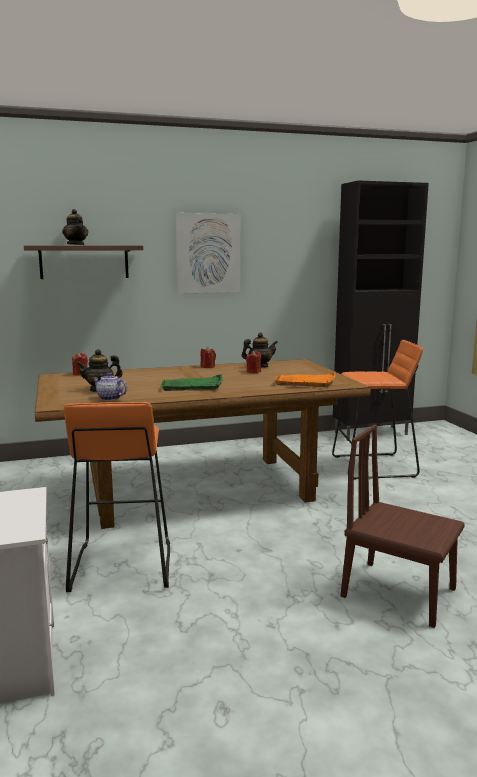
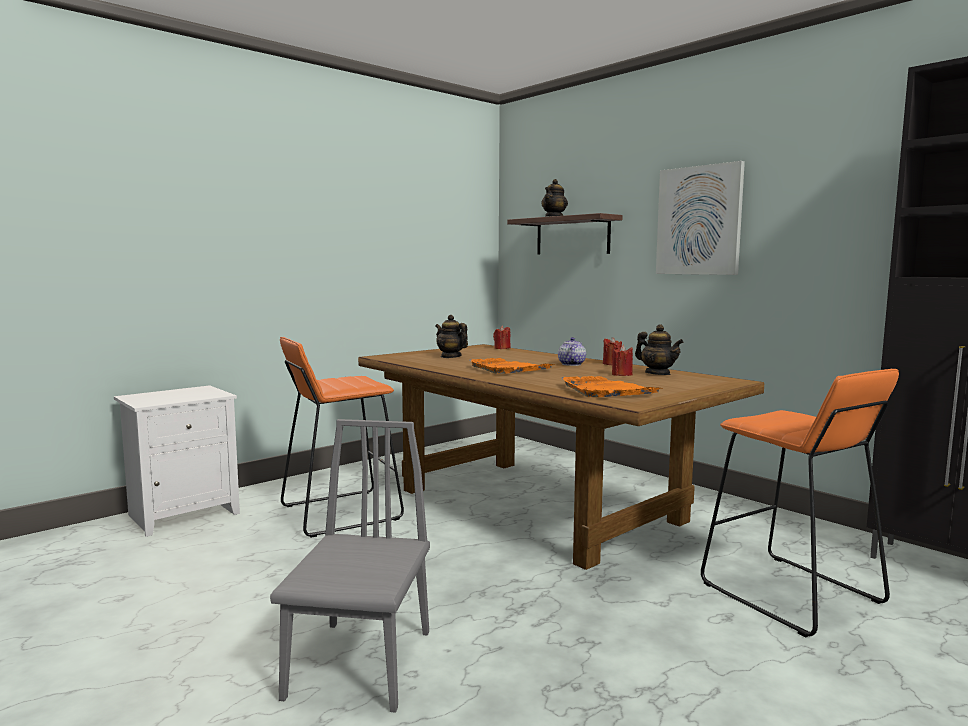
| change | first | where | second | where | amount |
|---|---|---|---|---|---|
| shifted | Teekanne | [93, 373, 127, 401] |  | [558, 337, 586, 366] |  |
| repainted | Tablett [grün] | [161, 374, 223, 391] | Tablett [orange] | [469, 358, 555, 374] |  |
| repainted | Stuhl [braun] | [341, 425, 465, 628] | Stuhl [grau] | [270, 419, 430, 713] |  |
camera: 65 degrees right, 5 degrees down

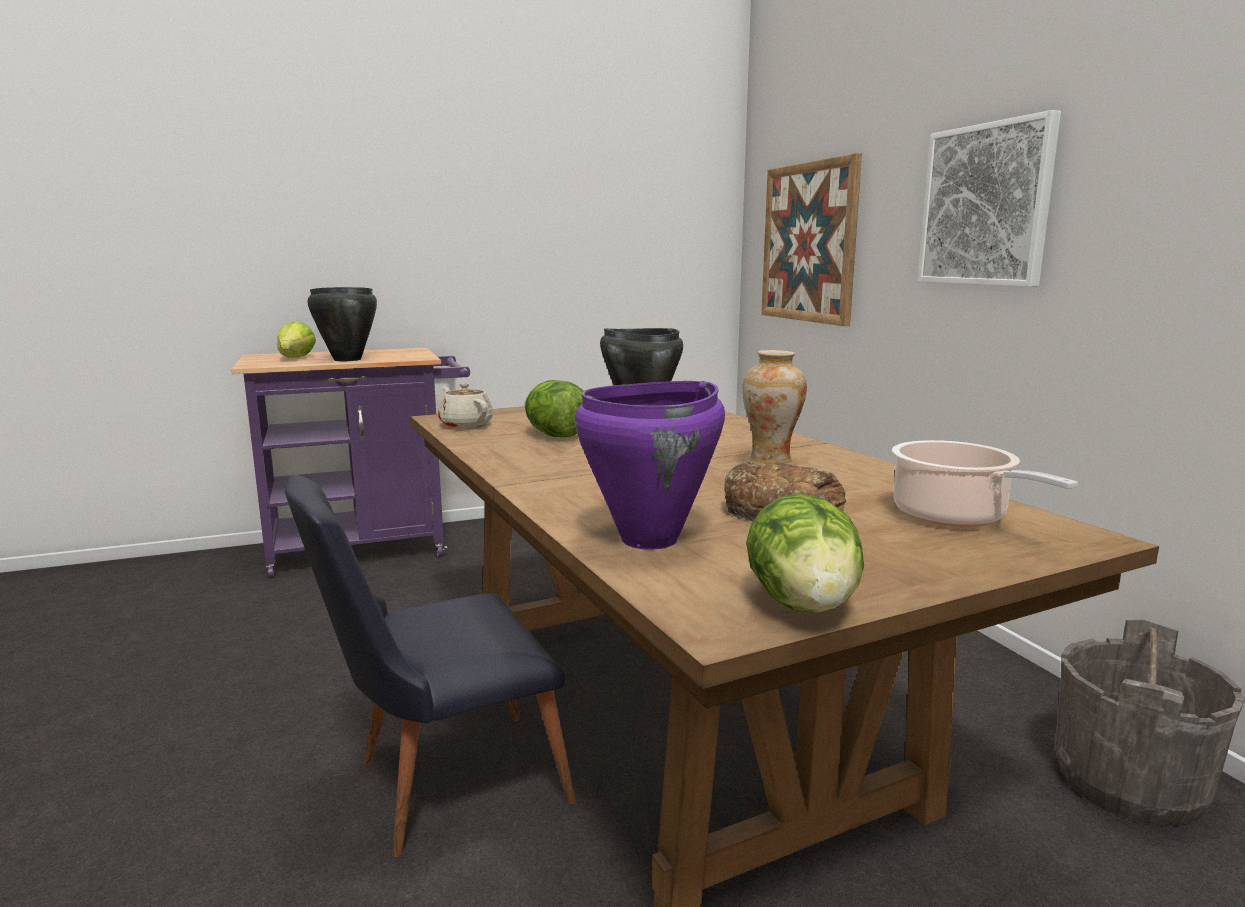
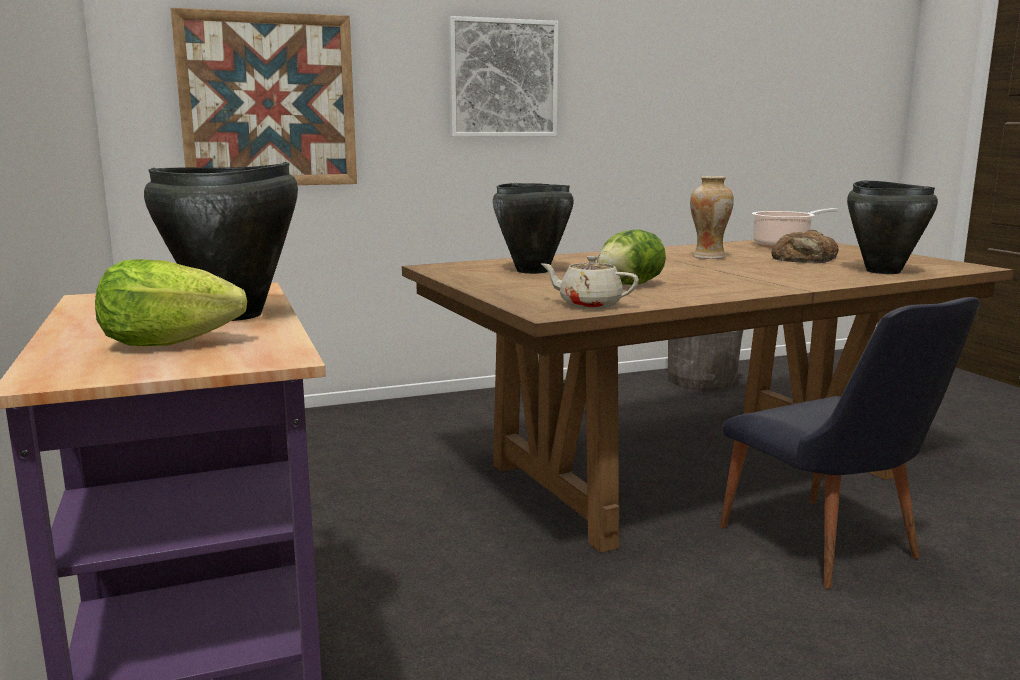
| change | first | where | second | where | amount |
|---|---|---|---|---|---|
| repainted | Kochtopf [lila] | [575, 381, 725, 550] | Kochtopf [schwarz] | [847, 180, 938, 274] |  |
| rotated | Teekanne [beige] | [438, 383, 493, 429] |  | [541, 256, 639, 309] | 60 degrees clockwise |
| gone | Salatkopf | [746, 493, 864, 613] |  |  |  |
camera: 90 degrees left, 0 degrees up

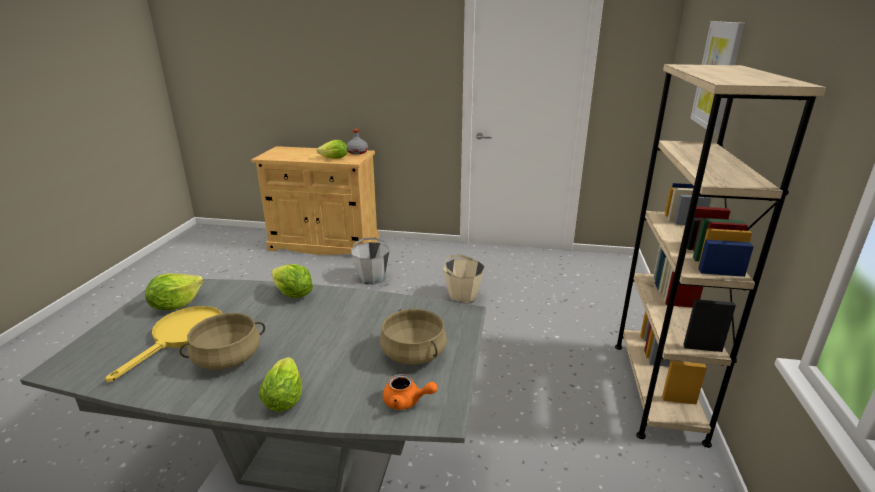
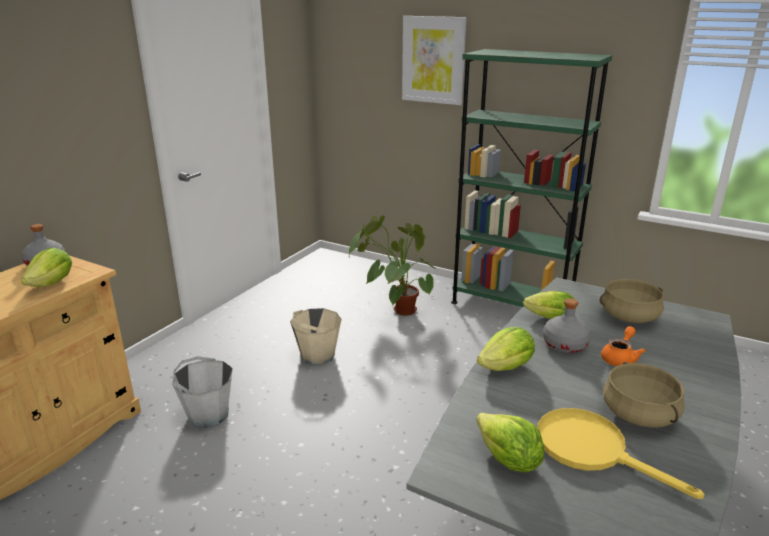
| change | first | where | second | where | amount |
|---|---|---|---|---|---|
| repainted | Bücherregal [beige] | [615, 64, 826, 448] | Bücherregal [grün] | [451, 49, 612, 307] |  |
| shifted | Salatkopf | [259, 357, 302, 412] |  | [523, 291, 574, 319] |  |
| shifted | Teekanne [orange] | [383, 374, 438, 410] |  | [601, 326, 646, 366] |  |
| new |  |  | Topfpflanze | [349, 215, 437, 316] |  |
| new |  |  | Flasche [grau] | [543, 298, 591, 353] |  |
camera: 70 degrees left, 0 degrees up

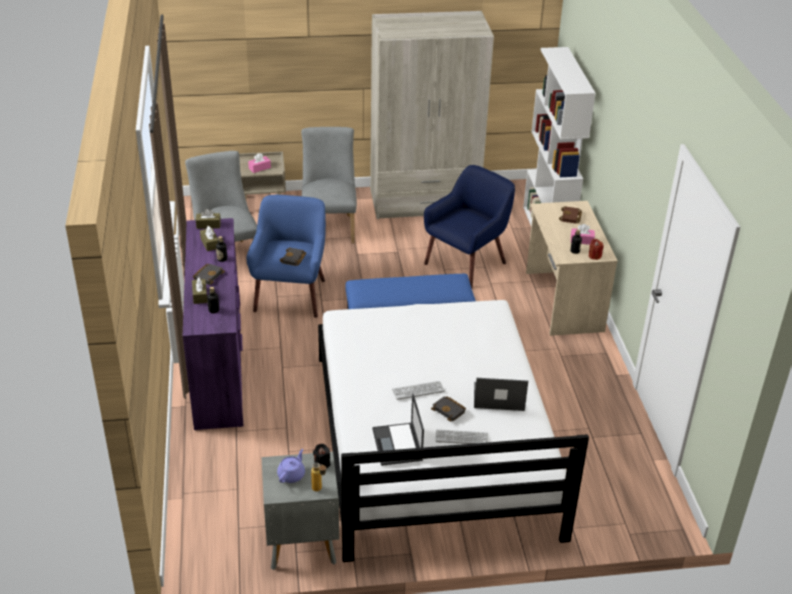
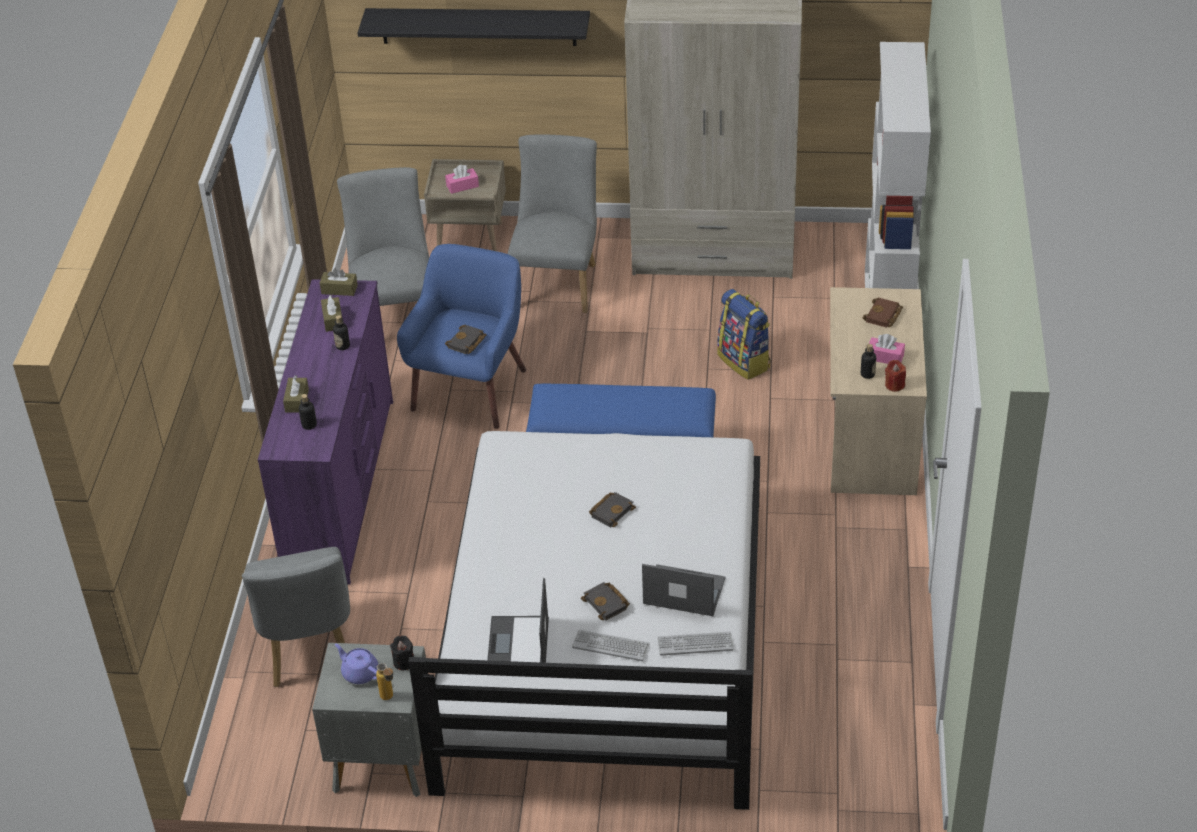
| change | first | where | second | where | amount |
|---|---|---|---|---|---|
| swapped | Sessel [blau] | [424, 165, 515, 288] | Rucksack | [717, 289, 771, 380] |  |
| shifted | Buch [schwarz] | [193, 264, 225, 285] |  | [589, 492, 636, 528] |  |
| shifted | Tastatur | [392, 381, 445, 400] |  | [658, 632, 734, 656] |  |
| rotated | Teekanne [lila] | [277, 449, 305, 483] |  | [335, 644, 378, 684] | 90 degrees counterclockwise |
| new |  |  | Wandregal [schwarz] | [358, 8, 590, 46] |  |
| new |  |  | Stuhl [grau] | [242, 547, 350, 687] |  |
camera: 15 degrees right, 5 degrees up

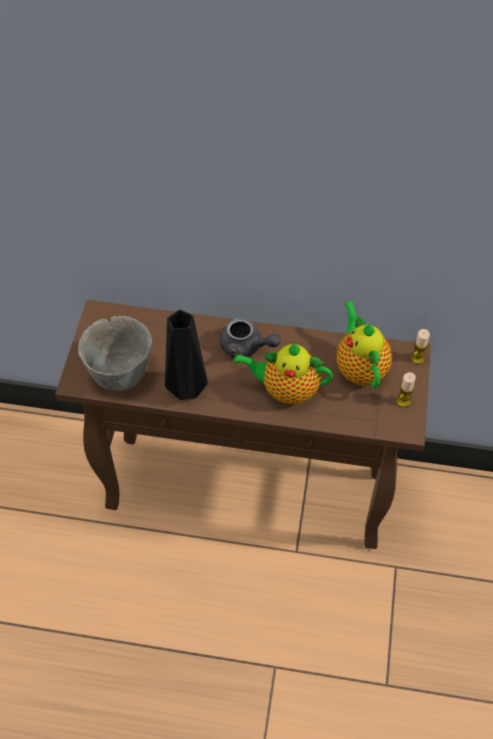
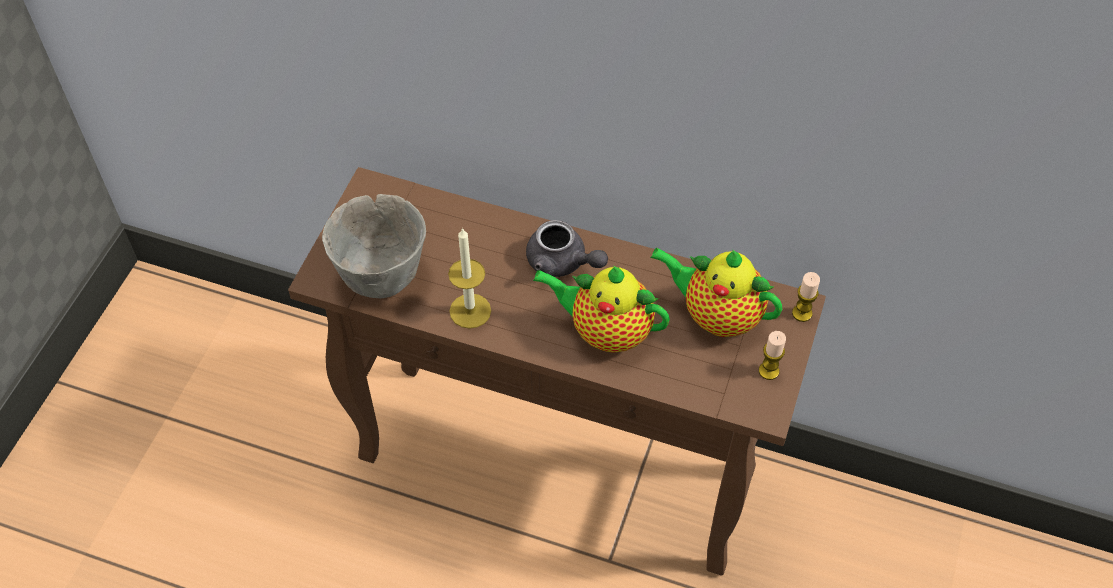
| change | first | where | second | where | amount |
|---|---|---|---|---|---|
| rotated | Teekanne | [336, 301, 392, 388] |  | [650, 247, 782, 337] | 60 degrees counterclockwise |
| swapped | Vase [schwarz] | [165, 310, 208, 400] | Kerze | [448, 227, 491, 329] |  |
camera: 10 degrees right, 0 degrees up

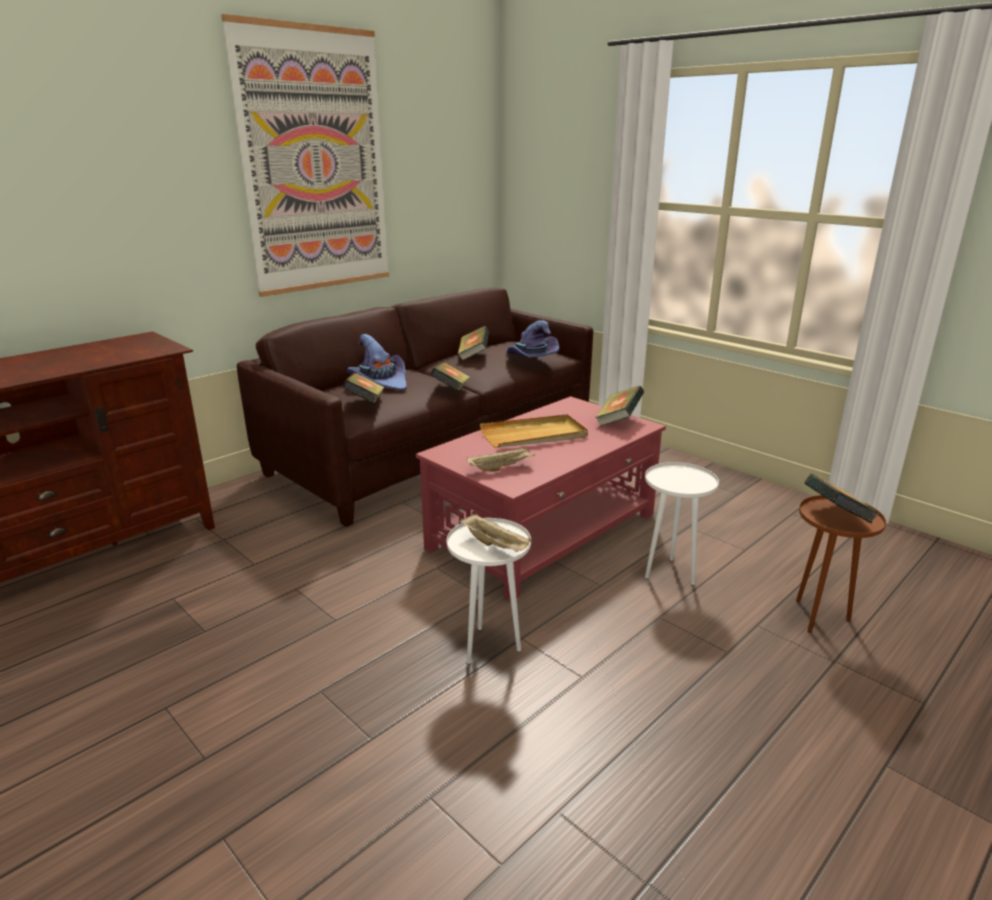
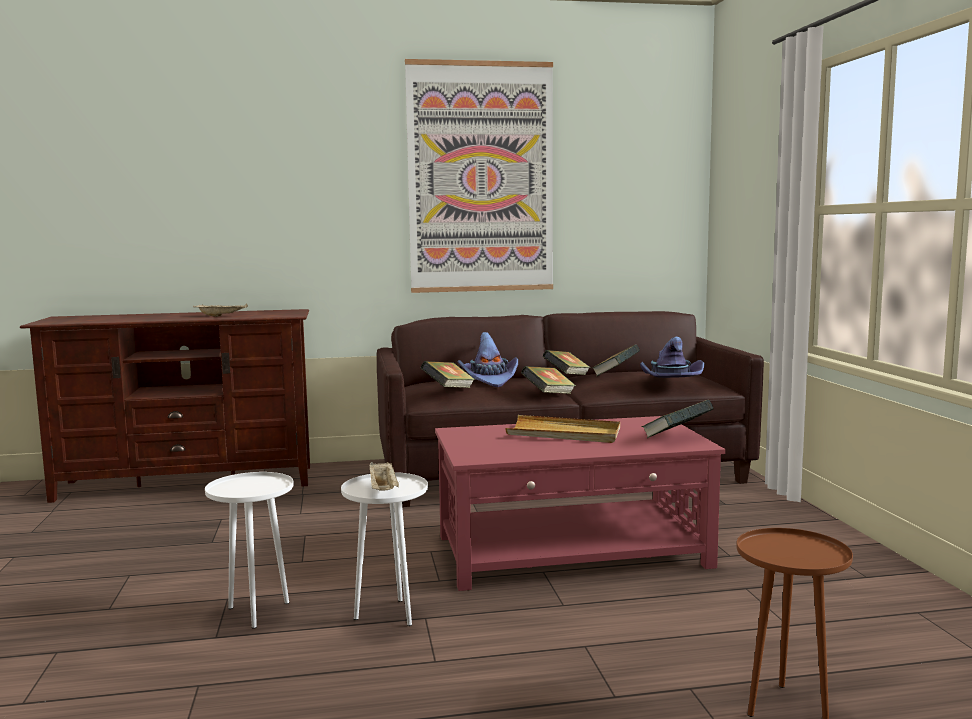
| change | first | where | second | where | amount |
|---|---|---|---|---|---|
| shifted | Tablett [beige] | [466, 446, 535, 471] |  | [193, 303, 248, 317] |  |
| shifted | Beistelltisch [weiß] | [645, 462, 719, 586] |  | [205, 472, 294, 629] |  |
| shifted | Buch | [804, 474, 880, 523] |  | [543, 350, 591, 375] |  |
camera: 35 degrees right, 15 degrees down

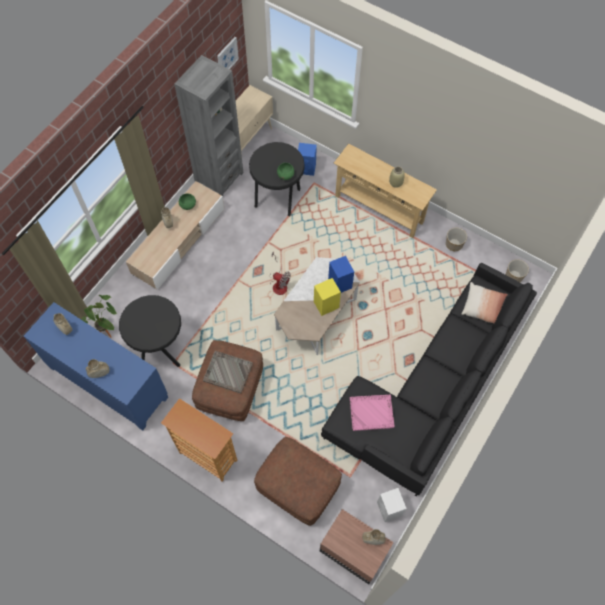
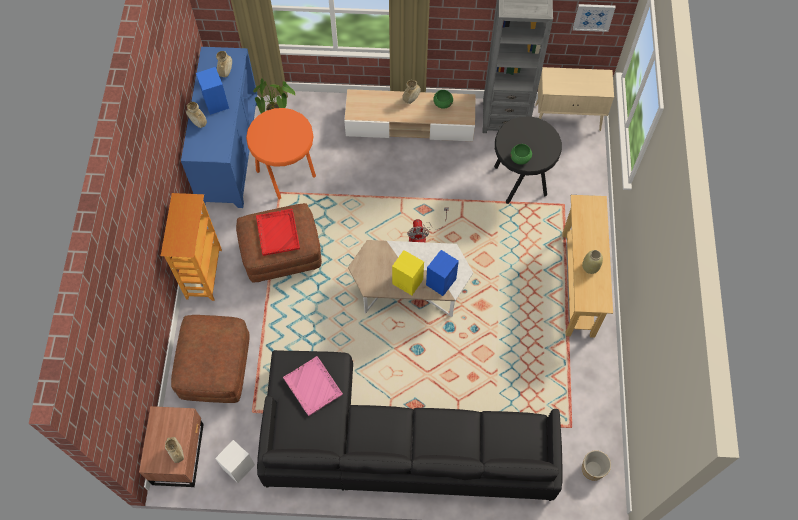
| change | first | where | second | where | amount |
|---|---|---|---|---|---|
| shifted | Lautsprecher [blau] | [298, 143, 317, 176] |  | [196, 67, 229, 115] |  |
| gone | Pflanzkübel | [446, 228, 467, 251] |  |  |  |
| gone | Kissen | [461, 282, 508, 324] |  |  |  |
| repainted | Hocker [schwarz] | [119, 295, 181, 367] | Hocker [orange] | [246, 108, 316, 200] |  |
| repainted | Tablett [grau] | [203, 351, 253, 393] | Tablett [rot] | [256, 209, 300, 256] |  |
camera: 60 degrees right, 0 degrees up

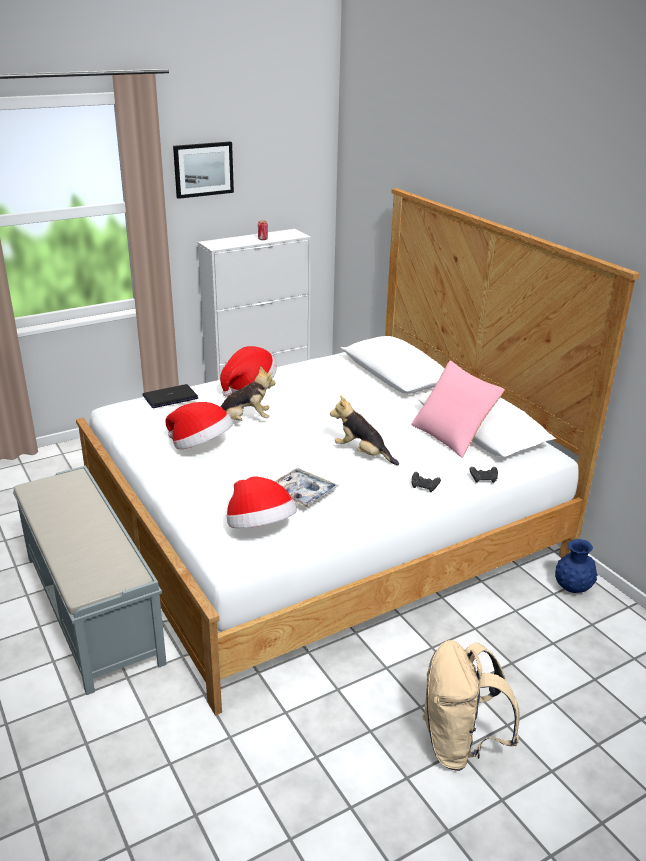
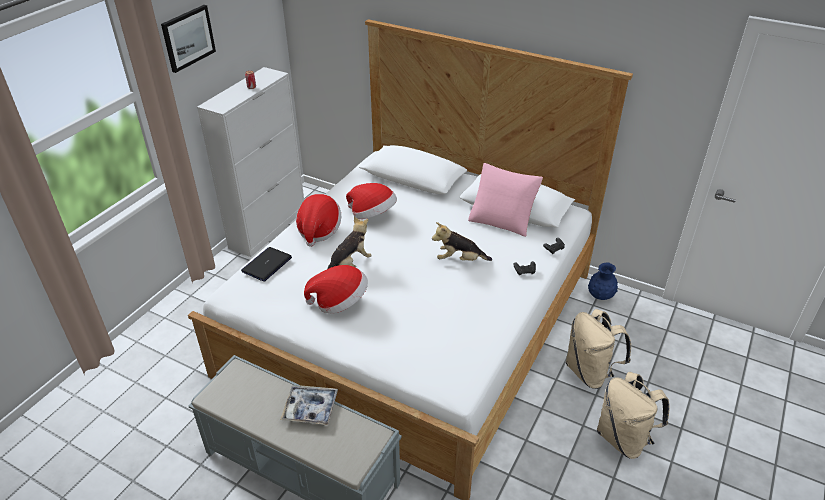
| change | first | where | second | where | amount |
|---|---|---|---|---|---|
| shifted | Tablett | [275, 468, 339, 508] |  | [280, 385, 338, 425] |  |
| shifted | Hut | [227, 476, 297, 528] |  | [346, 183, 397, 219] |  |
| new |  |  | Rucksack [beige] | [566, 309, 631, 389] |  |
camera: 30 degrees left, 10 degrees up

